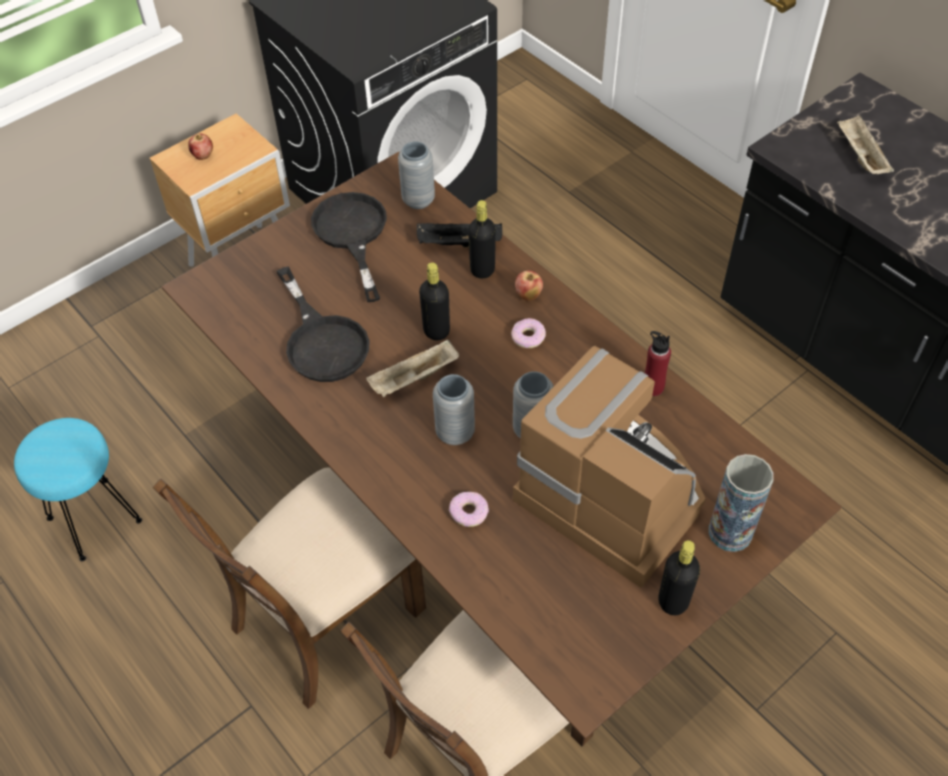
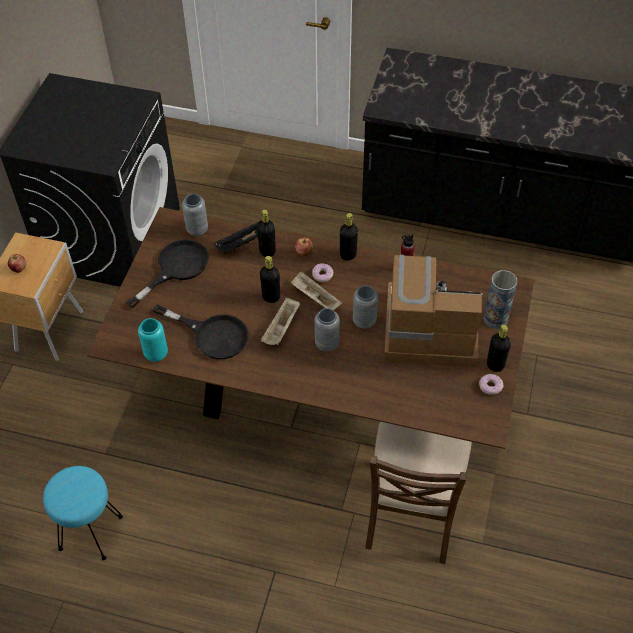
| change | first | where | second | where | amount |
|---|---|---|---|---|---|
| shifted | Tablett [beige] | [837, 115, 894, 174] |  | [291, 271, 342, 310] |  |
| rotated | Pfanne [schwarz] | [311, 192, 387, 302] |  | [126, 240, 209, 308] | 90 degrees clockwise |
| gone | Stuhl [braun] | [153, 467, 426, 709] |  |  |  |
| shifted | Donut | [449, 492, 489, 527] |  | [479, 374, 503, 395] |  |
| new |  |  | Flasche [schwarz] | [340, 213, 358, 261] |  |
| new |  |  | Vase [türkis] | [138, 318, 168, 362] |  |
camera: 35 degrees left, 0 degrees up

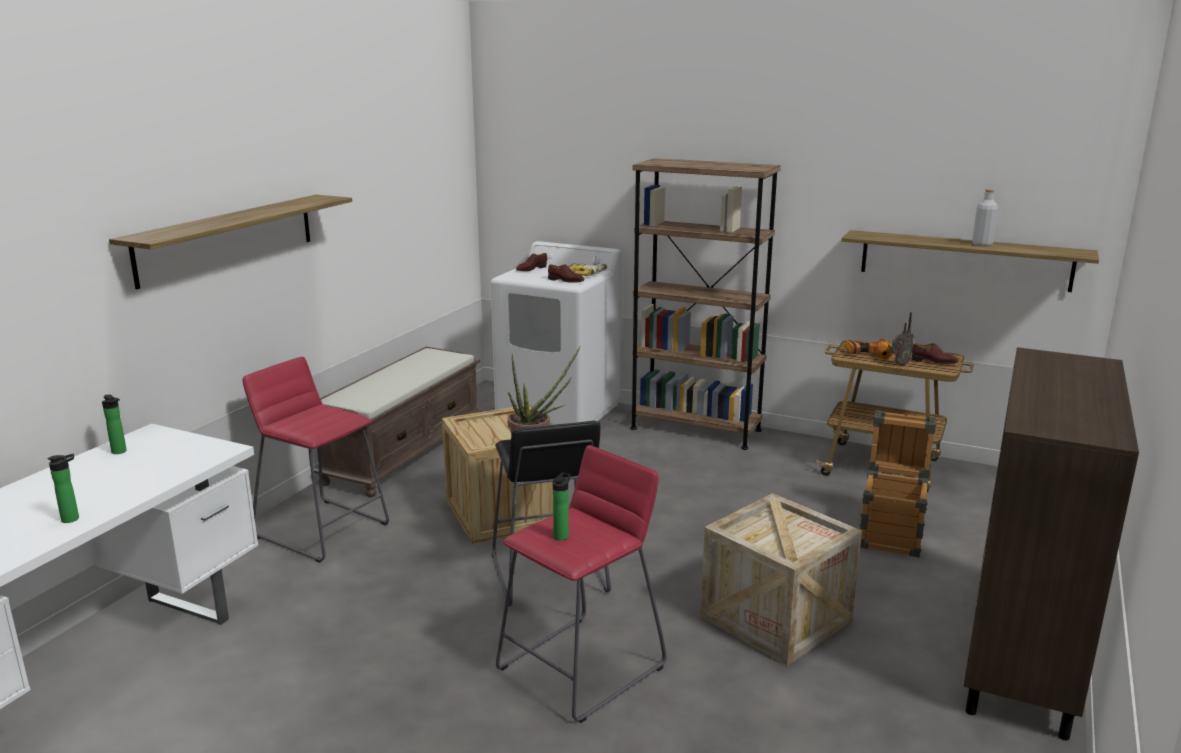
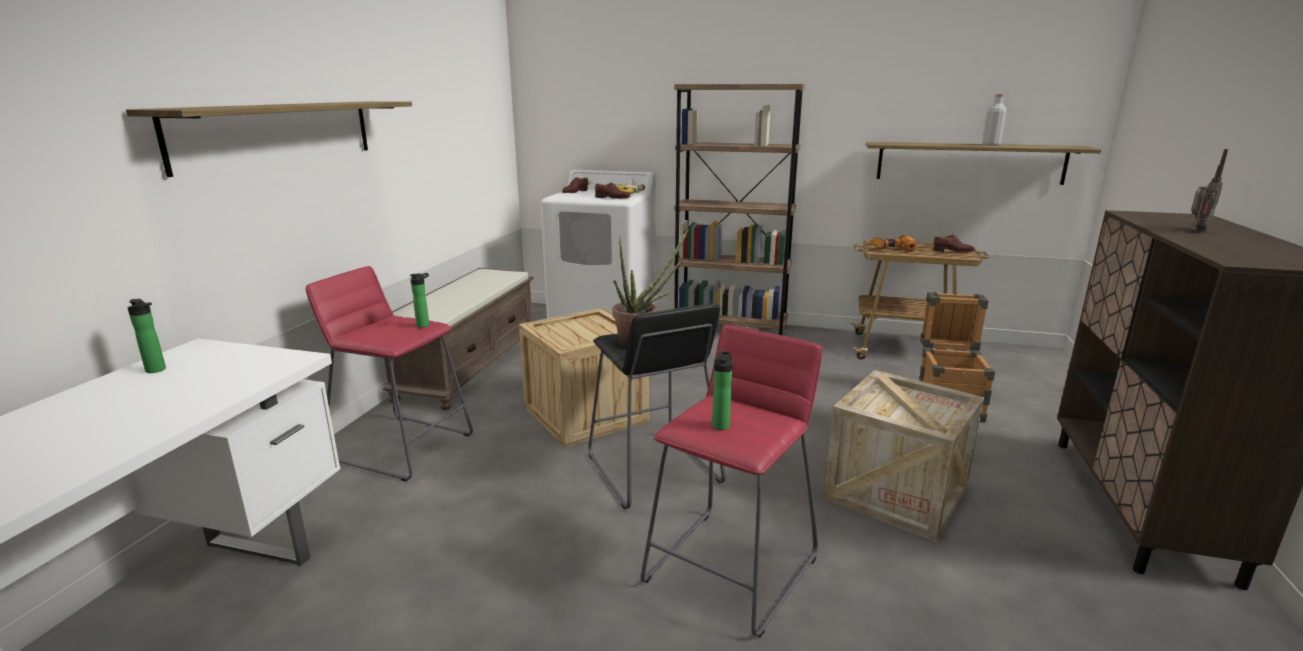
| change | first | where | second | where | amount |
|---|---|---|---|---|---|
| shifted | Radio | [891, 312, 914, 366] |  | [1191, 149, 1228, 231] |  |
| shifted | Flasche | [47, 454, 79, 523] |  | [410, 273, 429, 328] |  |
camera: 10 degrees left, 0 degrees up

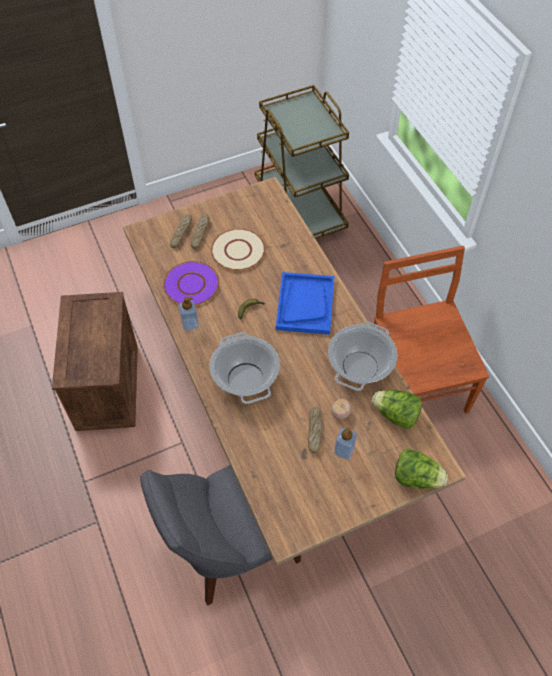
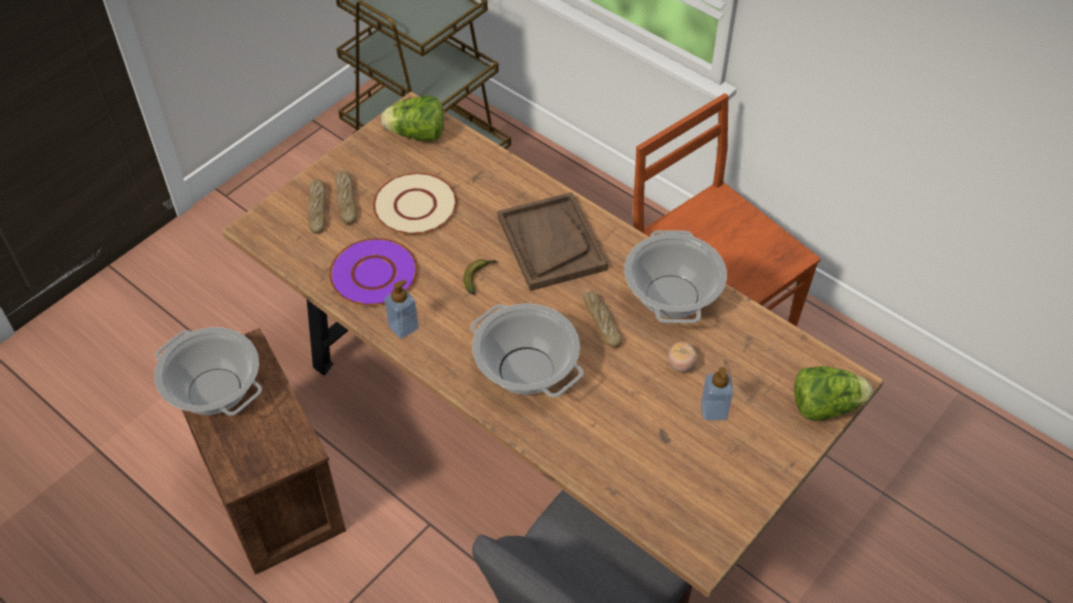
| change | first | where | second | where | amount |
|---|---|---|---|---|---|
| repainted | Tablett [blau] | [276, 272, 334, 335] | Tablett [braun] | [498, 192, 608, 291] |  |
| shifted | Salatkopf | [372, 390, 422, 429] |  | [381, 96, 444, 141] |  |
| shifted | Brot | [308, 407, 322, 453] |  | [583, 292, 622, 348] |  |
| new |  |  | Kochtopf | [155, 327, 262, 416] |  |
camera: 25 degrees left, 5 degrees down

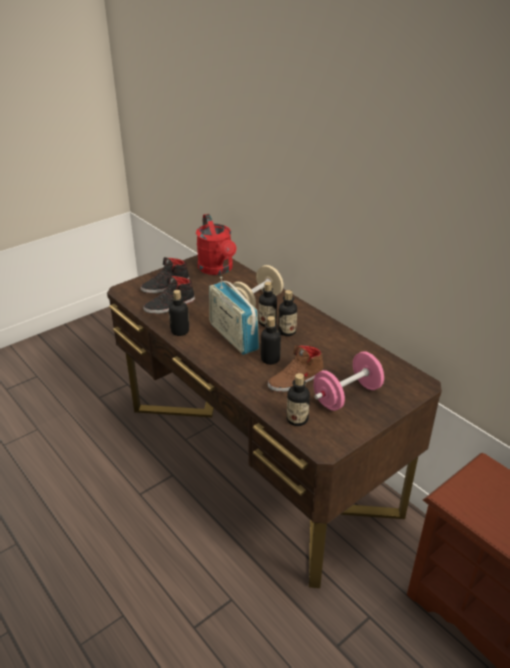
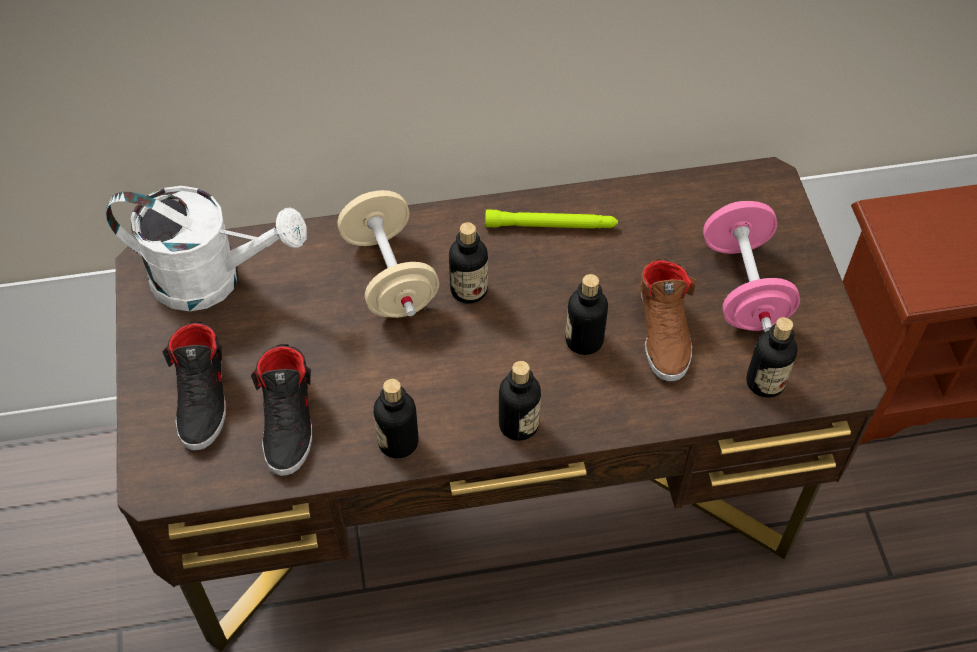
| change | first | where | second | where | amount |
|---|---|---|---|---|---|
| repainted | Gießkanne [rot] | [196, 214, 237, 275] | Gießkanne [weiß] | [105, 186, 307, 311] |  |
| gone | Radio | [209, 277, 259, 355] |  |  |  |
| shifted | Flasche | [278, 290, 297, 336] |  | [499, 361, 541, 441] |  |
| new |  |  | Taschenlampe [grün] | [485, 210, 618, 228] |  |
camera: 60 degrees left, 20 degrees up

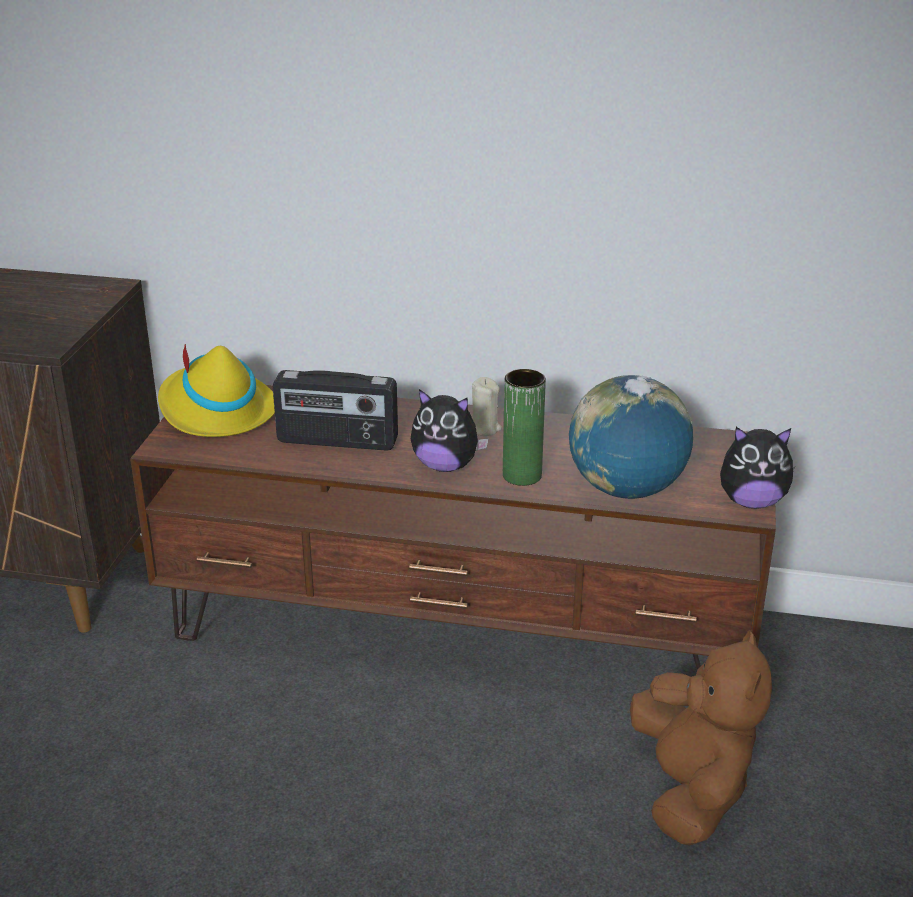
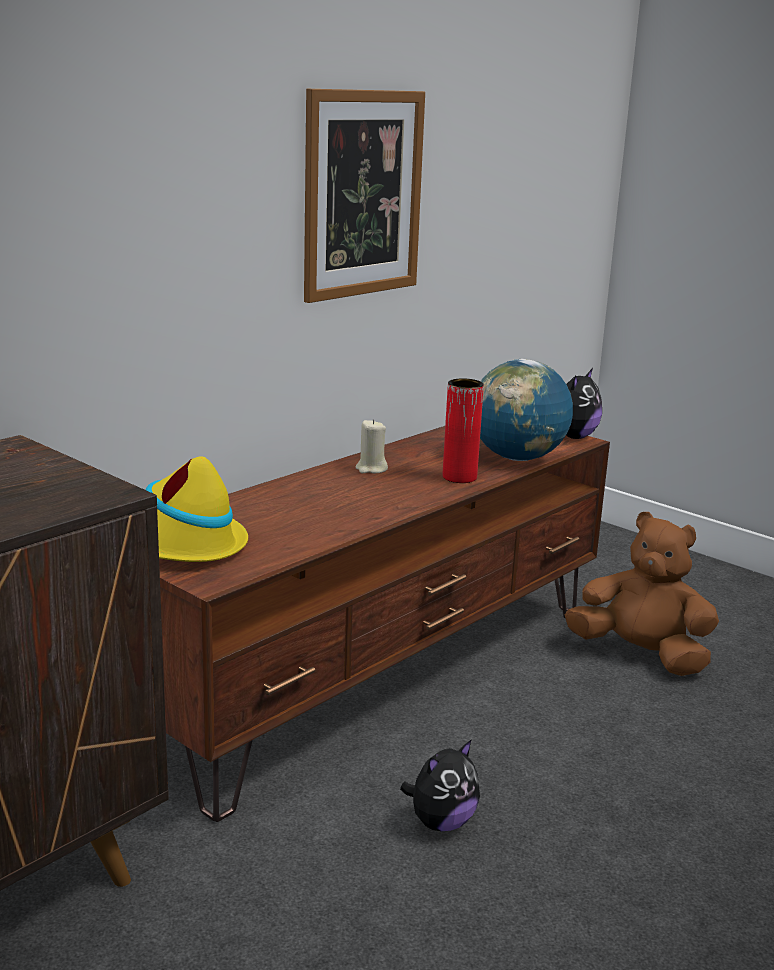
| change | first | where | second | where | amount |
|---|---|---|---|---|---|
| repainted | Vase [grün] | [503, 369, 546, 486] | Vase [rot] | [443, 378, 484, 483] |  |
| gone | Radio | [273, 370, 398, 451] |  |  |  |
| shifted | Plüschtier | [411, 389, 489, 472] |  | [400, 739, 480, 831] |  |
| new |  |  | Bild | [304, 89, 425, 303] |  |
camera: 60 degrees left, 10 degrees down

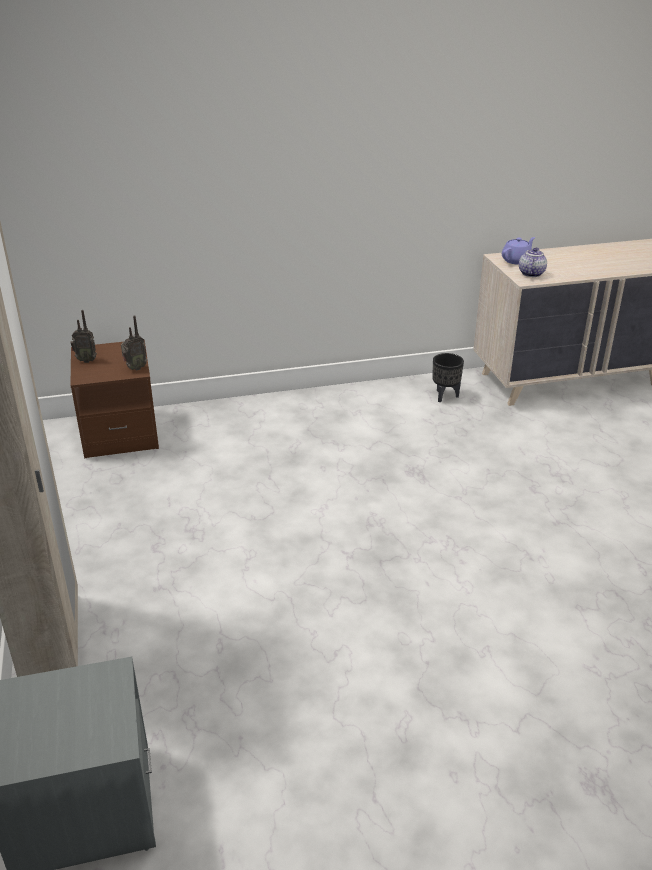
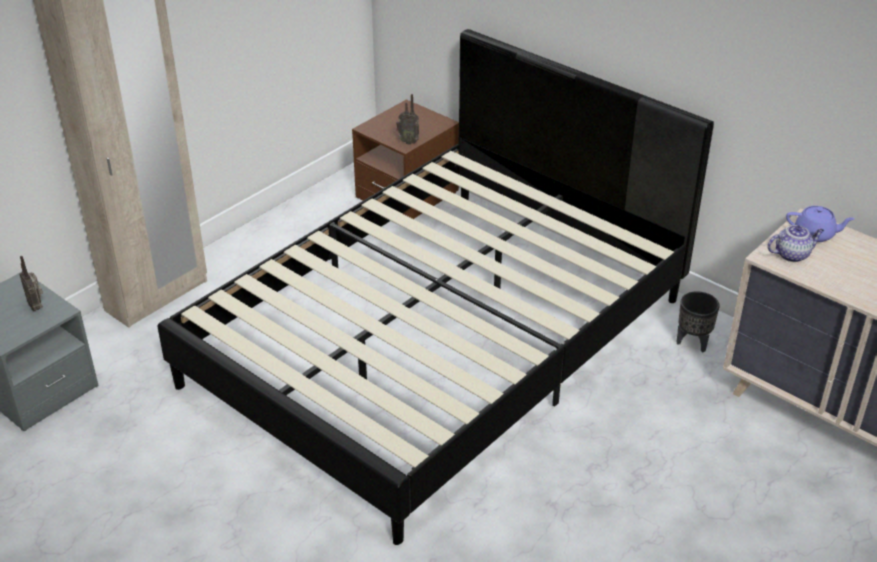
| change | first | where | second | where | amount |
|---|---|---|---|---|---|
| shifted | Radio | [70, 310, 97, 363] |  | [19, 256, 43, 311] |  |
| new |  |  | Bett [schwarz] | [157, 29, 714, 545] |  |
camera: 55 degrees right, 5 degrees up

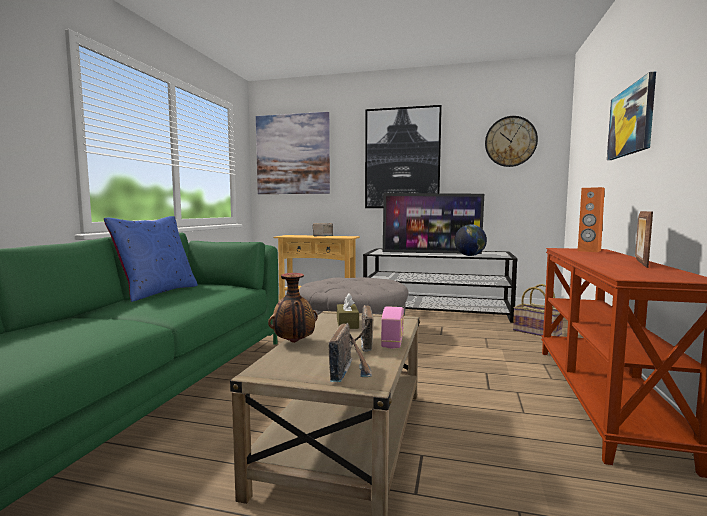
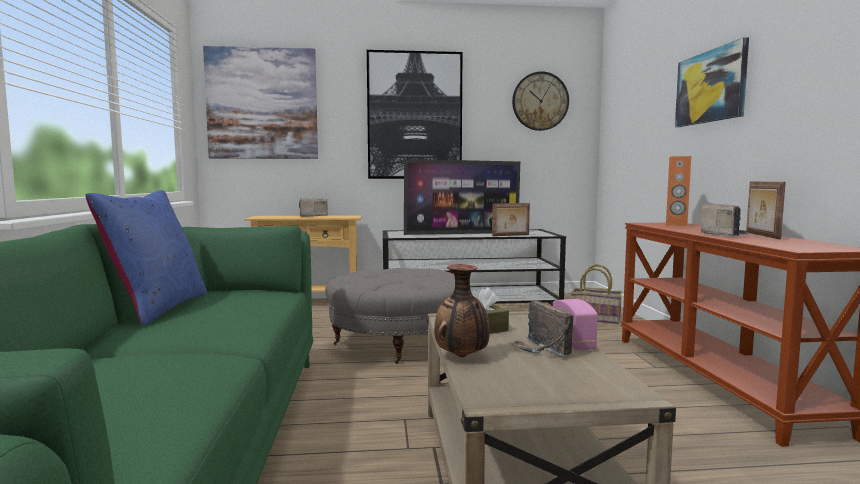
| change | first | where | second | where | amount |
|---|---|---|---|---|---|
| swapped | Globus | [454, 224, 487, 256] | Bilderrahmen | [492, 203, 530, 236] |  |
| shifted | Radio | [328, 323, 372, 382] |  | [701, 203, 750, 236] |  |
camera: 20 degrees left, 0 degrees up

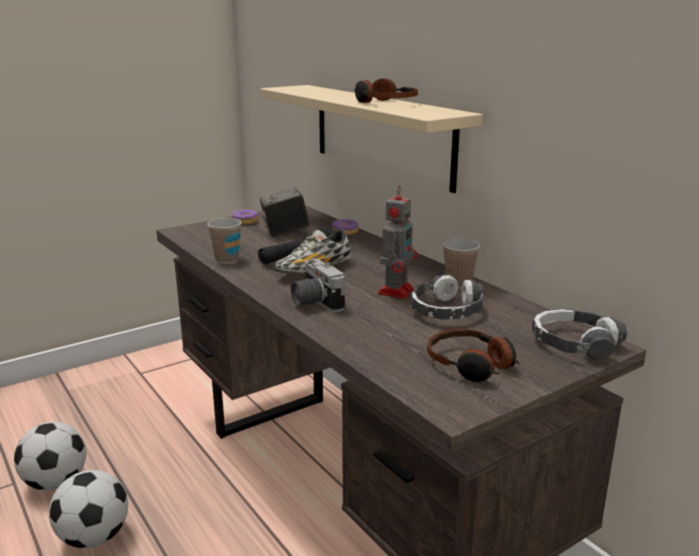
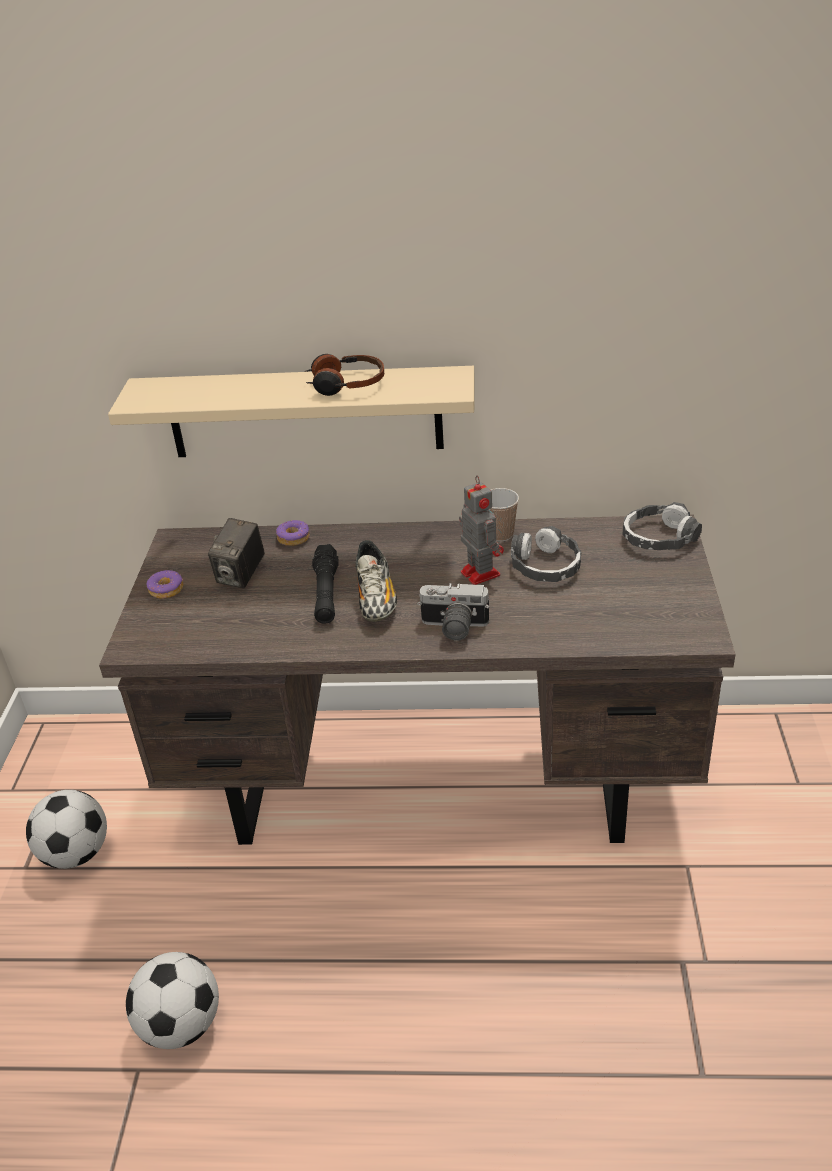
| change | first | where | second | where | amount |
|---|---|---|---|---|---|
| gone | Tasse | [207, 218, 242, 263] |  |  |  |
| gone | Kopfhörer | [427, 329, 520, 382] |  |  |  |
| shifted | Fußball | [49, 470, 128, 548] |  | [26, 790, 107, 869] |  |
camera: 50 degrees left, 15 degrees up

